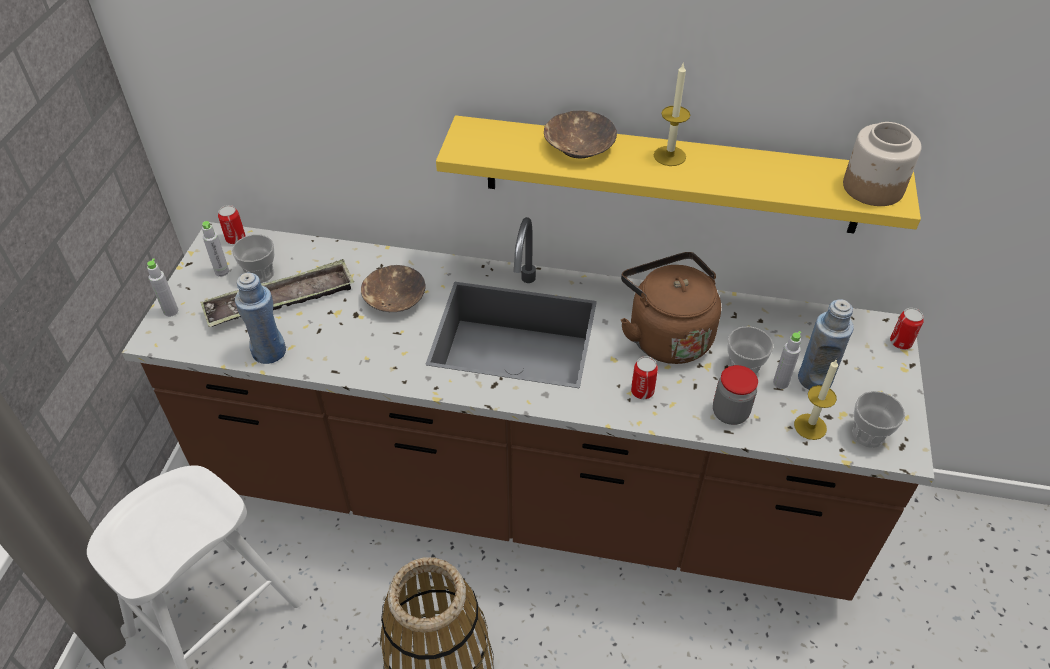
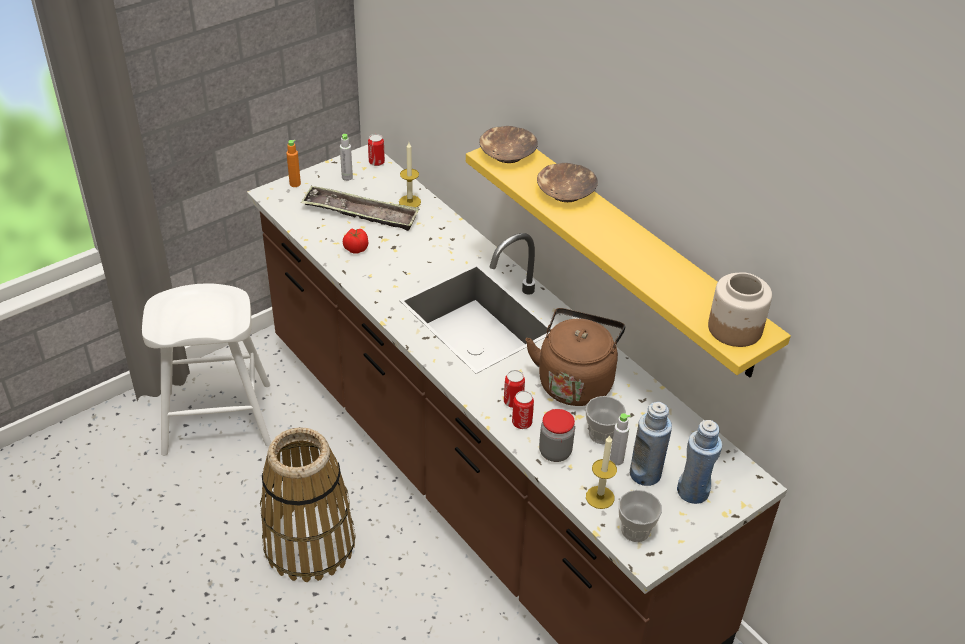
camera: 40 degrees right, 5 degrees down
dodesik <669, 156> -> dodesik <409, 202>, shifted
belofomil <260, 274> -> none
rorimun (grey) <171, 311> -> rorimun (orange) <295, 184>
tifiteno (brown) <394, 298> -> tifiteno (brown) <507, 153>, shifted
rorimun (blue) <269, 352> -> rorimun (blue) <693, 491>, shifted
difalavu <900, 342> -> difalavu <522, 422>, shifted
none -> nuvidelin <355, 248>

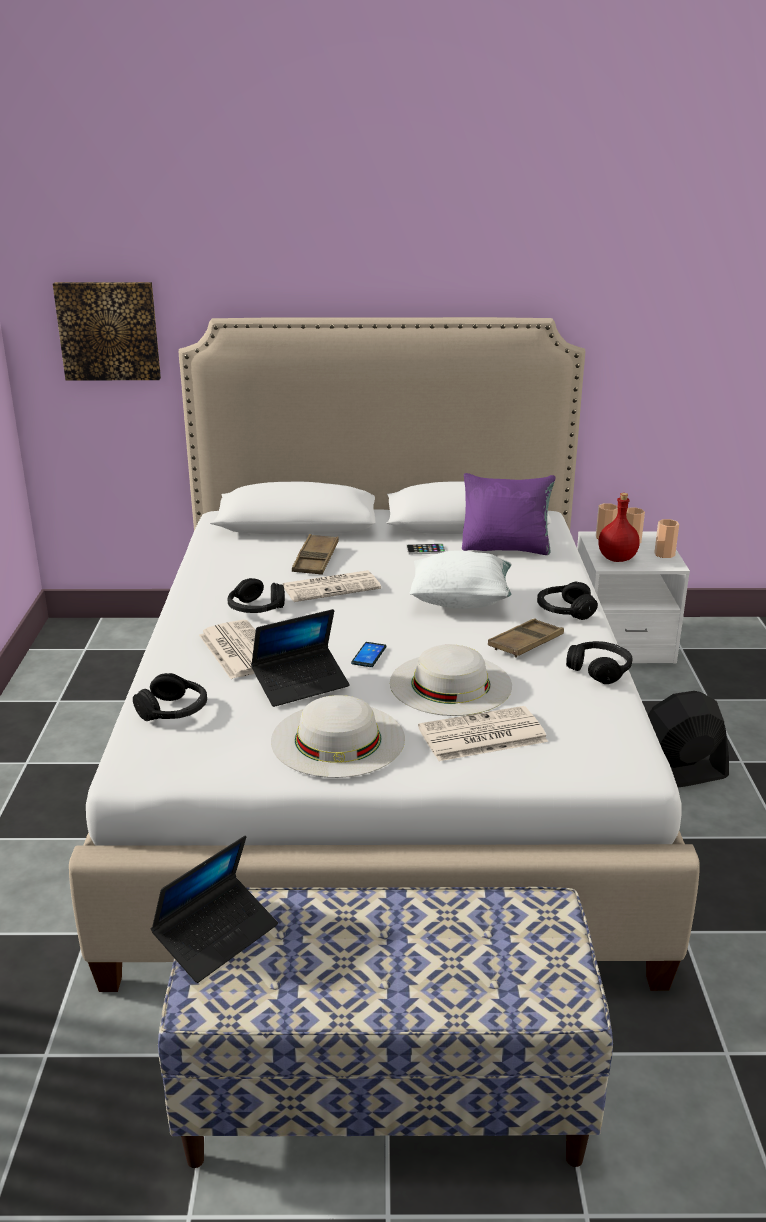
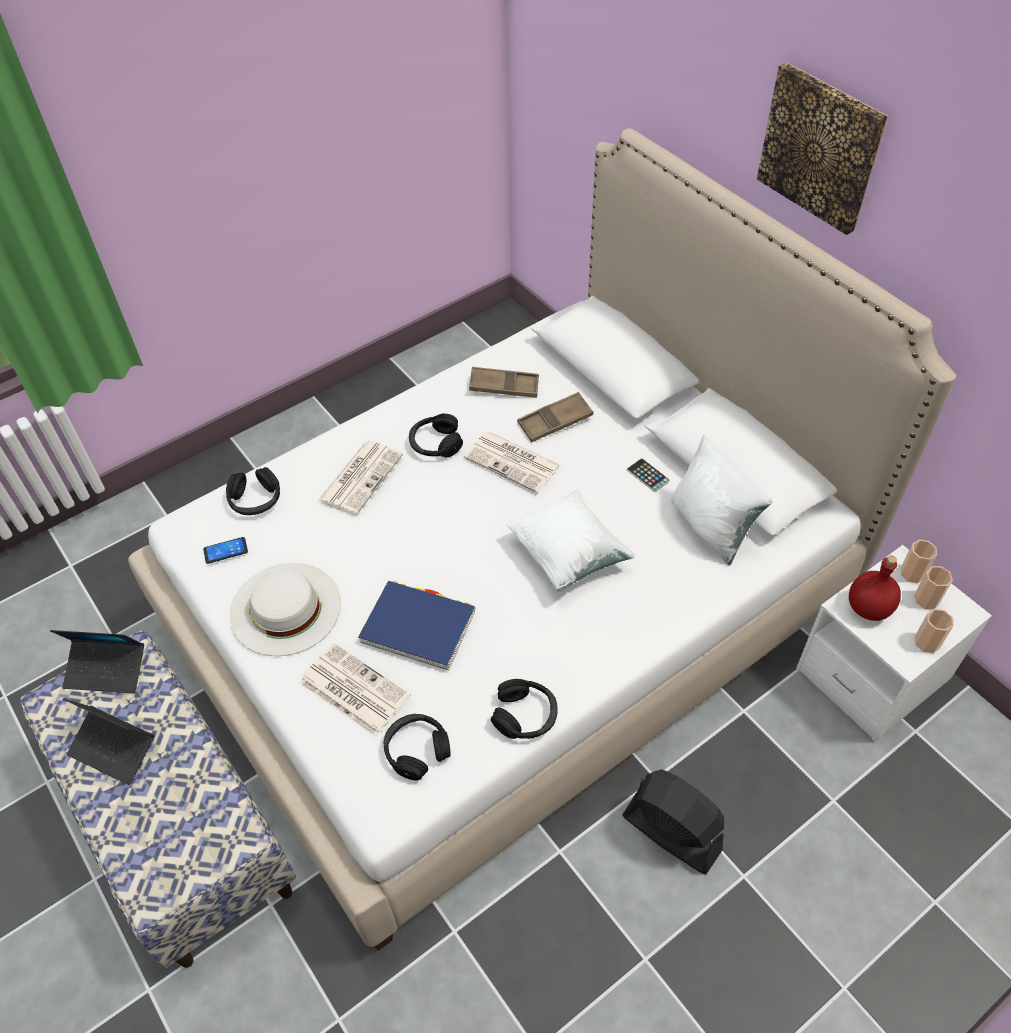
camera: 55 degrees right, 25 degrees up
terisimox <109, 331> -> terisimox <821, 148>, shifted
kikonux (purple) <506, 548> -> kikonux (white) <711, 527>
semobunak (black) <564, 611> -> semobunak (black) <417, 750>, shifted
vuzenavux <301, 684> -> vuzenavux <114, 749>, shifted
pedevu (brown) <525, 643> -> pedevu (brown) <504, 386>, shifted
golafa <368, 655> -> golafa <225, 550>, shifted
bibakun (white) <450, 684> -> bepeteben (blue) <418, 627>

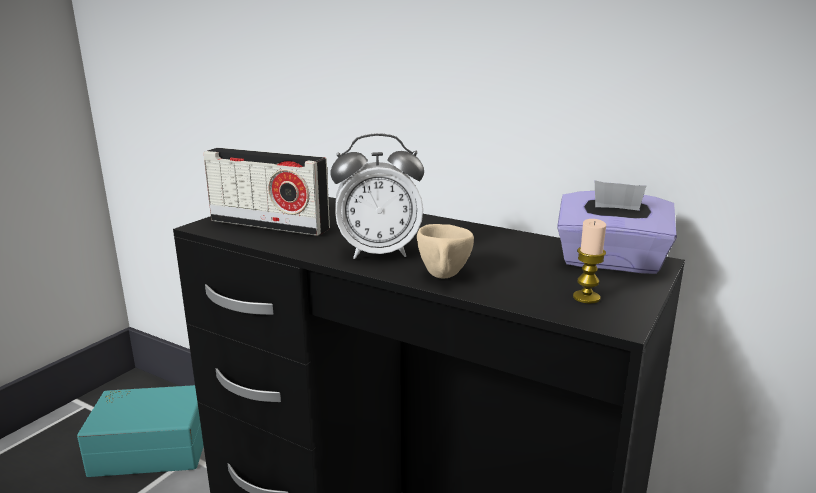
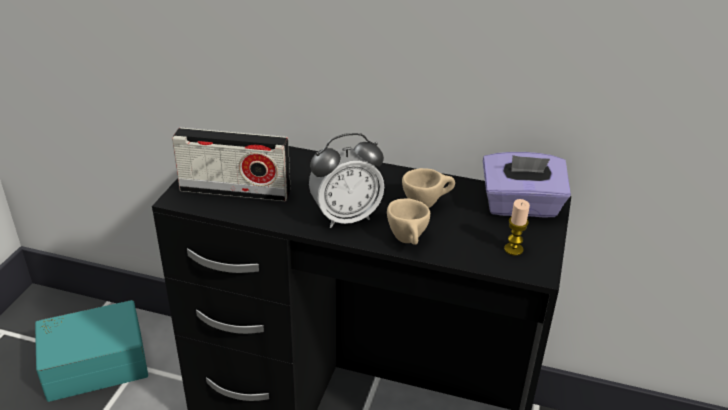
camera: 15 degrees left, 15 degrees up
none -> belofomil (beige) <426, 203>

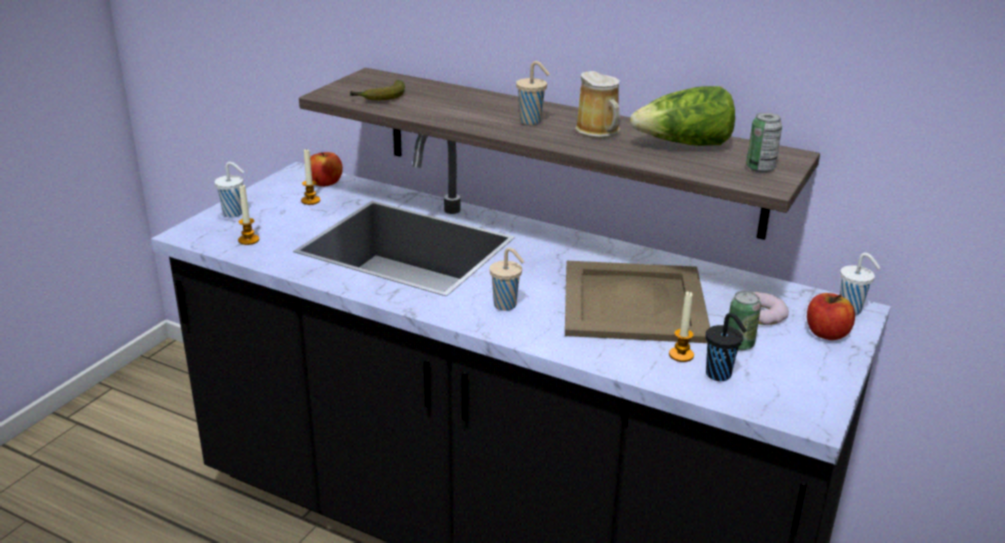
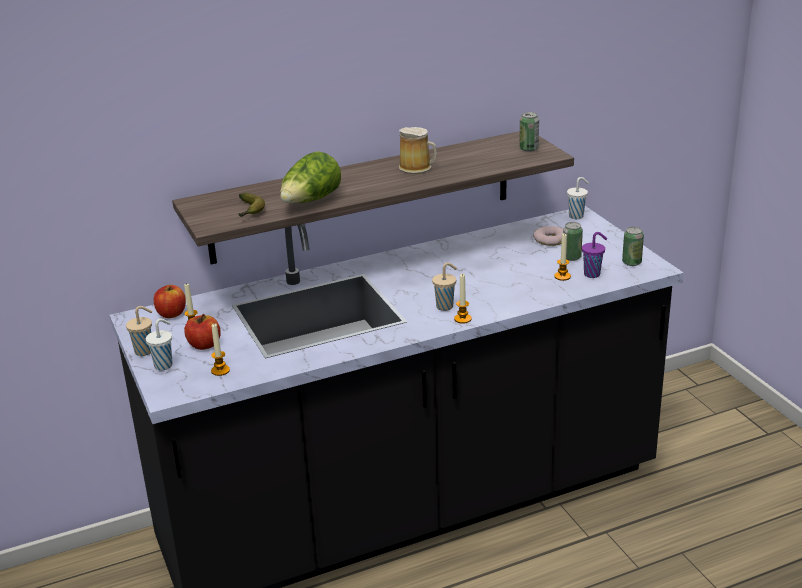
camera: 50 degrees left, 0 degrees up
belofomil (beige) <531, 122> -> belofomil (beige) <145, 351>, shifted
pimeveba <684, 145> -> pimeveba <311, 201>, shifted
pedevu (beige) <635, 301> -> none
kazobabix <826, 333> -> kazobabix <204, 345>, shifted
belofomil (black) <720, 375> -> belofomil (purple) <593, 274>
none -> difalavu <631, 262>
none -> dodesik <462, 319>

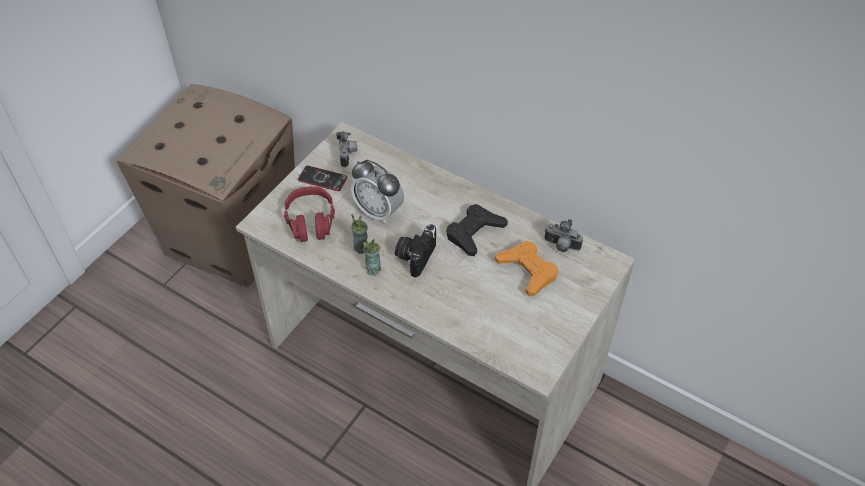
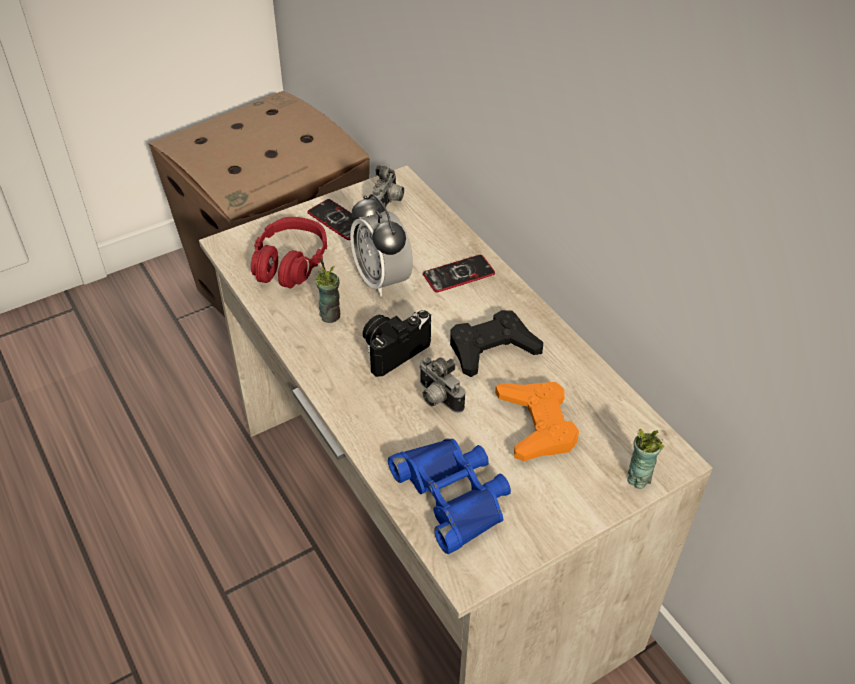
camera: 25 degrees right, 5 degrees down
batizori <561, 246> -> batizori <437, 398>, shifted
belofomil <373, 269> -> belofomil <638, 477>, shifted
none -> golafa <458, 274>
none -> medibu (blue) <453, 495>

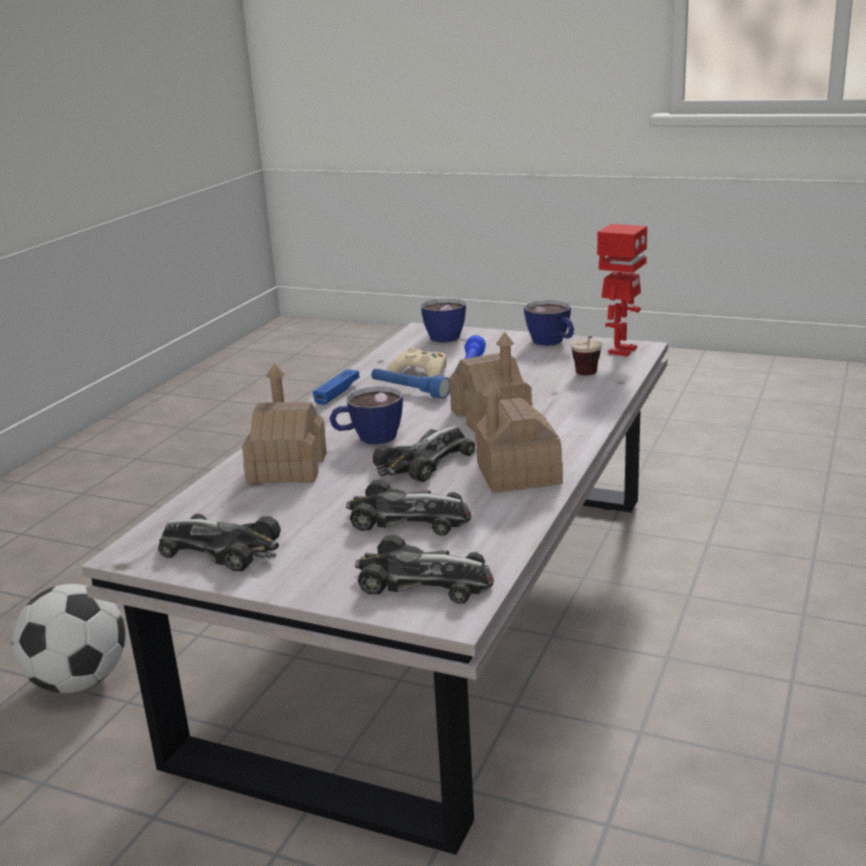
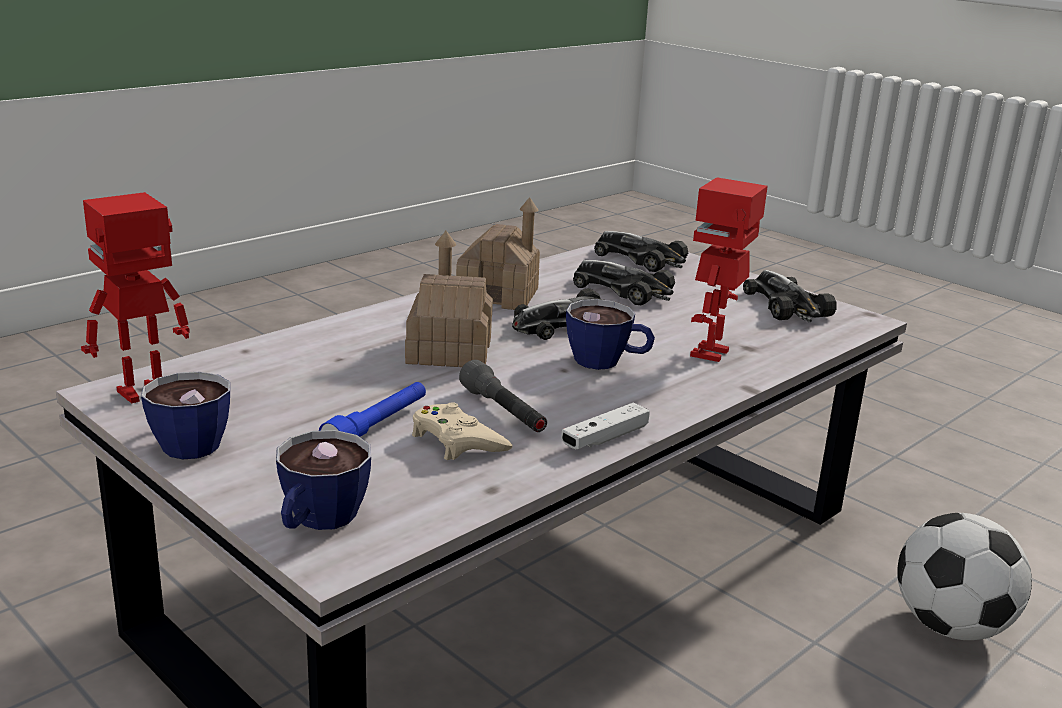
camera: 160 degrees left, 0 degrees up
belofomil <587, 377> -> none
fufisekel <287, 467> -> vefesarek <712, 353>
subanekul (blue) <409, 391> -> subanekul (grey) <504, 412>
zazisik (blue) <337, 393> -> zazisik (white) <605, 438>
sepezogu <221, 549> -> sepezogu <786, 305>, 150 degrees counterclockwise

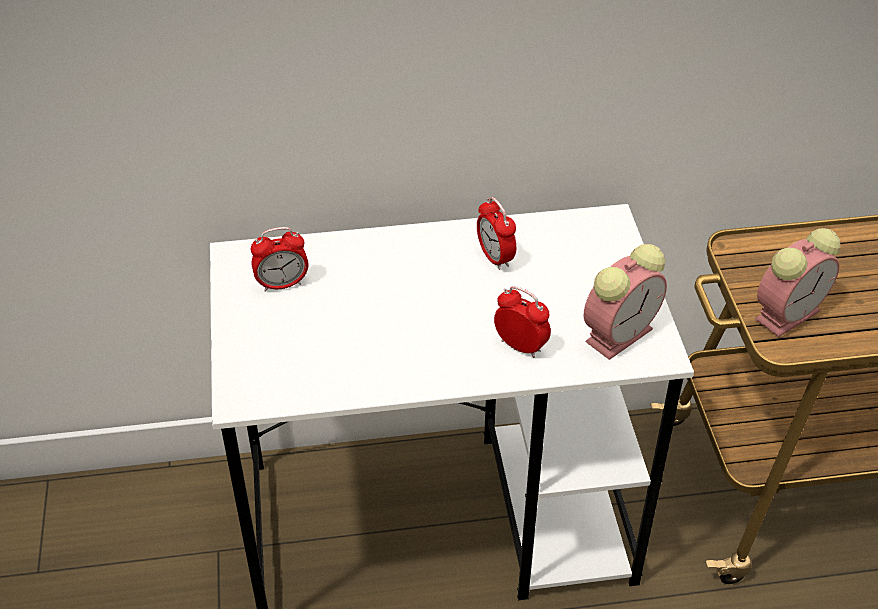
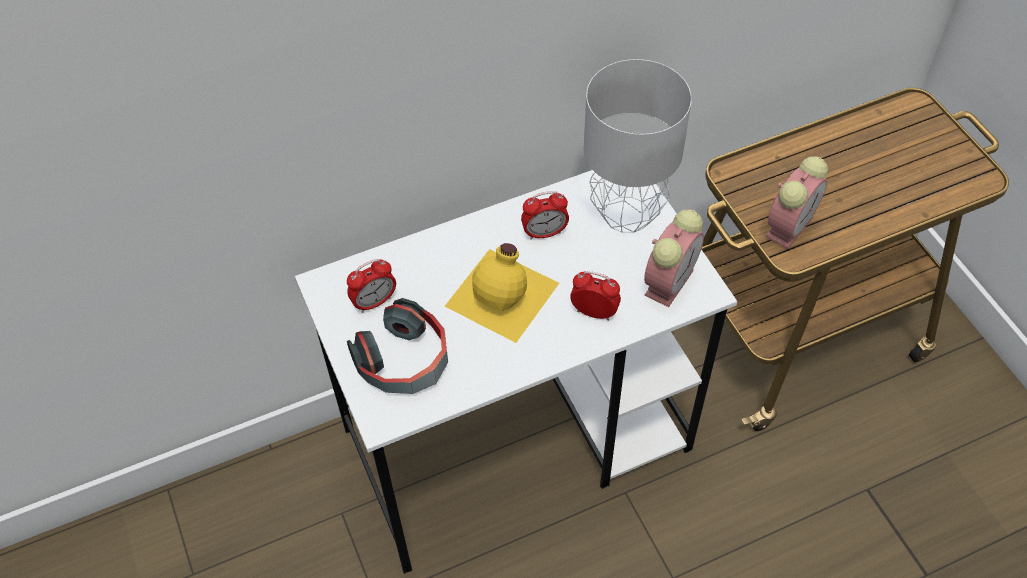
camera: 15 degrees left, 10 degrees up
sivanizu <495, 258> -> sivanizu <544, 233>, 60 degrees counterclockwise
none -> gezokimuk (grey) <628, 214>
none -> rorimun (yellow) <504, 294>
none -> semobunak <404, 361>

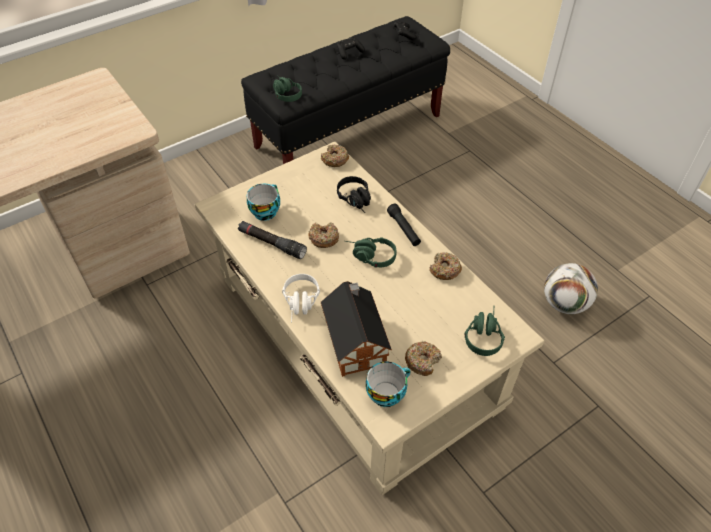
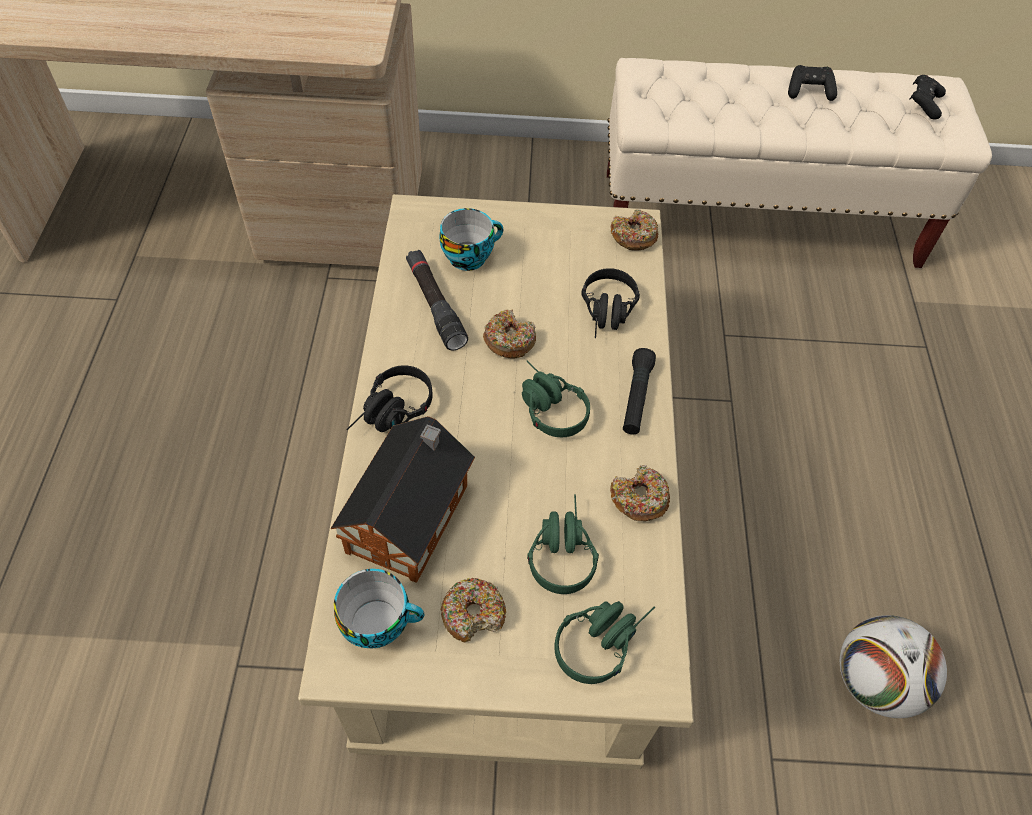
camera: 35 degrees right, 5 degrees up
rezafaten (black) <349, 132> -> rezafaten (beige) <758, 220>
semobunak (green) <284, 93> -> semobunak (green) <560, 549>, shifted
semobunak (white) <301, 304> -> semobunak (black) <391, 414>

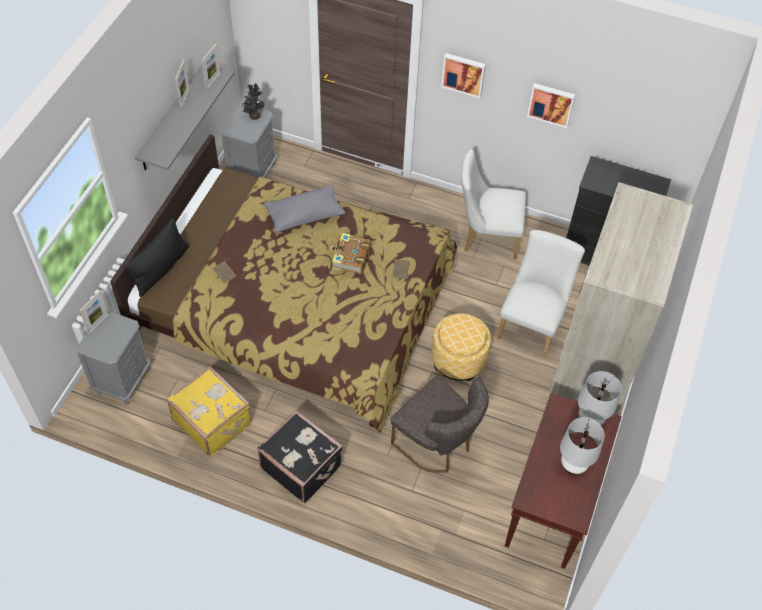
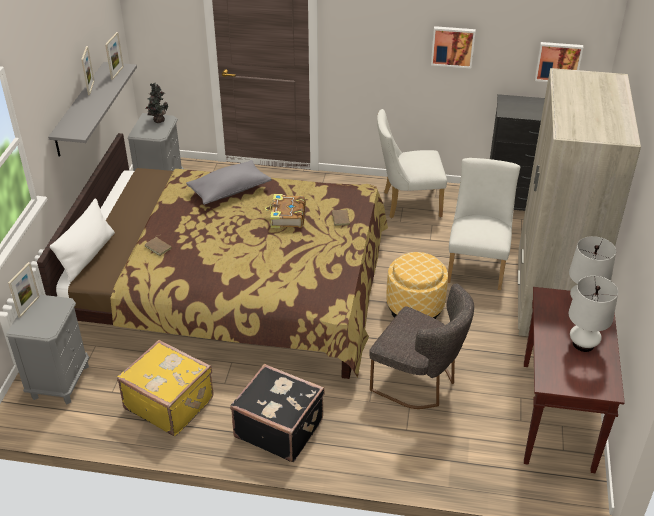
camera: 10 degrees left, 15 degrees down
terisimox <463, 74> -> terisimox <558, 62>, shifted
kikonux (black) <161, 269> -> kikonux (white) <88, 255>

